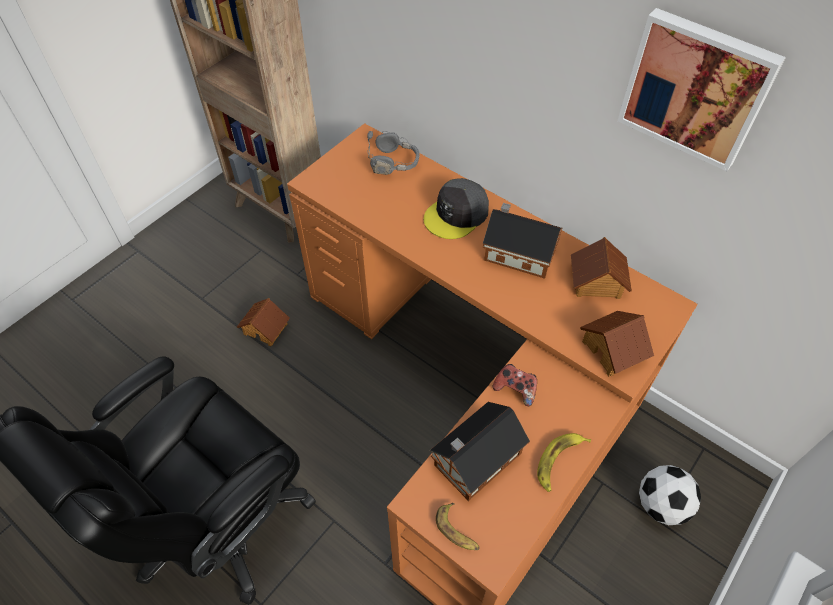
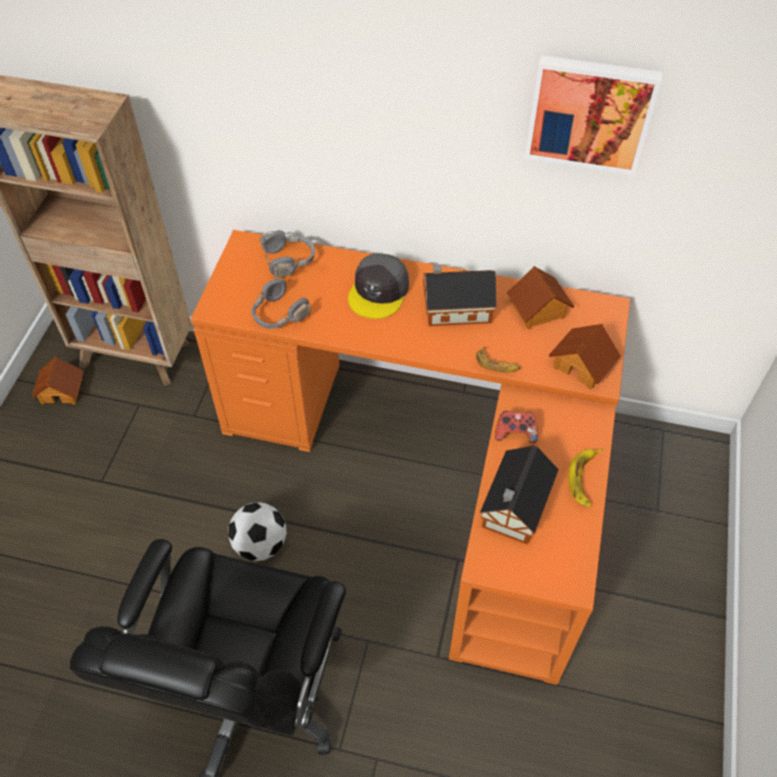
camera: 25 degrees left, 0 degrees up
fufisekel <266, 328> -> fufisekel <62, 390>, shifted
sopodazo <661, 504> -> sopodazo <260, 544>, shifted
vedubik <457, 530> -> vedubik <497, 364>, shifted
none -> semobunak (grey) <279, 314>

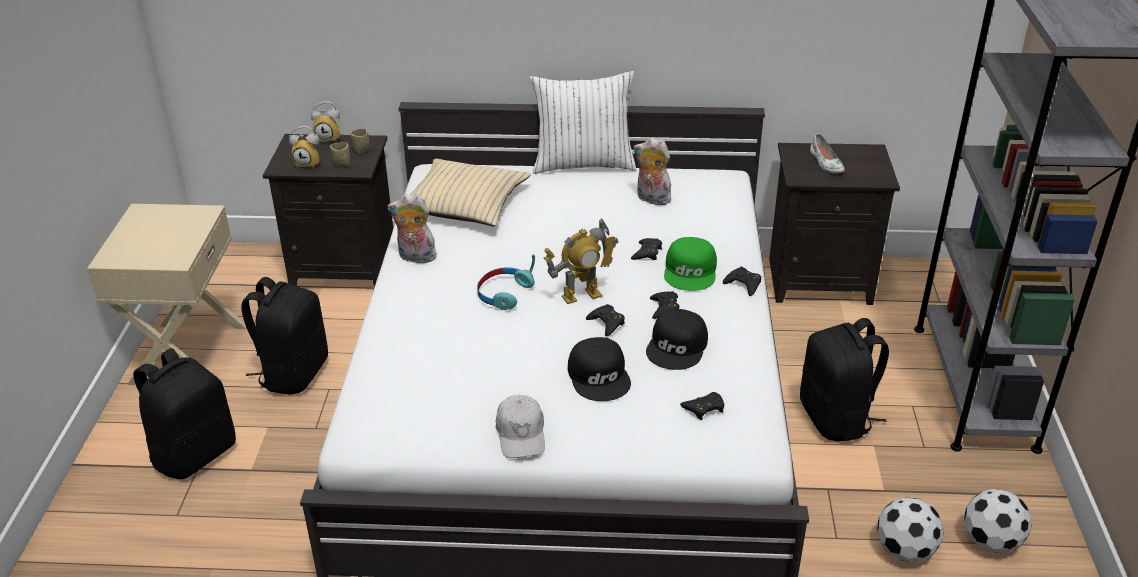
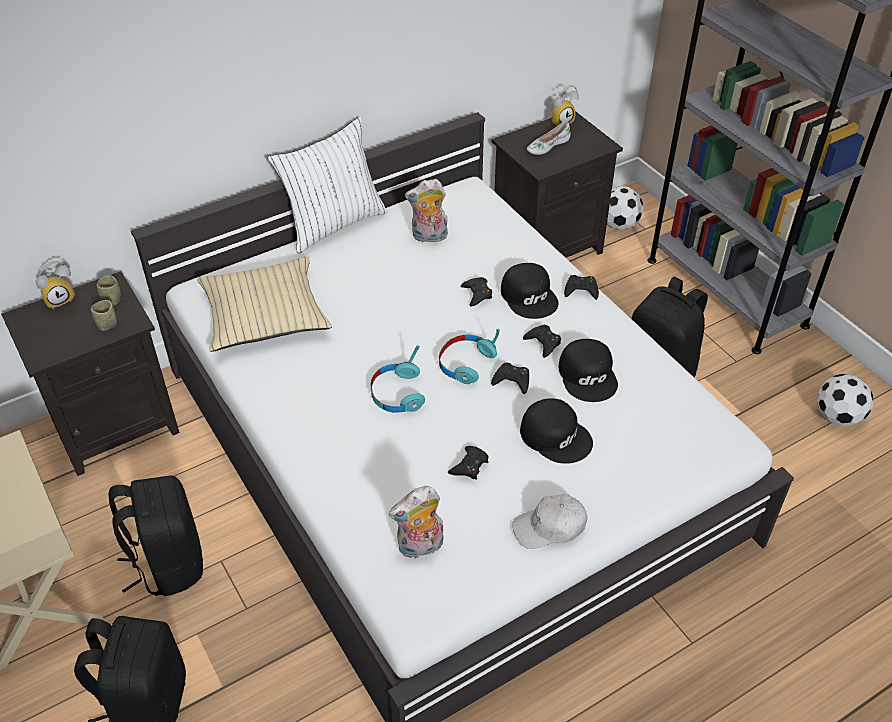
camera: 35 degrees left, 10 degrees up
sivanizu <309, 163> -> sivanizu <561, 121>, shifted
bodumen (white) <825, 163> -> bodumen (white) <547, 145>, 105 degrees clockwise
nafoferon <415, 257> -> nafoferon <420, 547>, shifted
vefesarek <581, 295> -> semobunak (turquoise) <465, 363>
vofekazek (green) <691, 271> -> vofekazek (black) <530, 296>
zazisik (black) <704, 408> -> zazisik (black) <469, 466>, shifted
vofekazek (white) <521, 434> -> vofekazek (white) <549, 527>, 120 degrees clockwise
sopodazo <904, 550> -> sopodazo <618, 224>, shifted

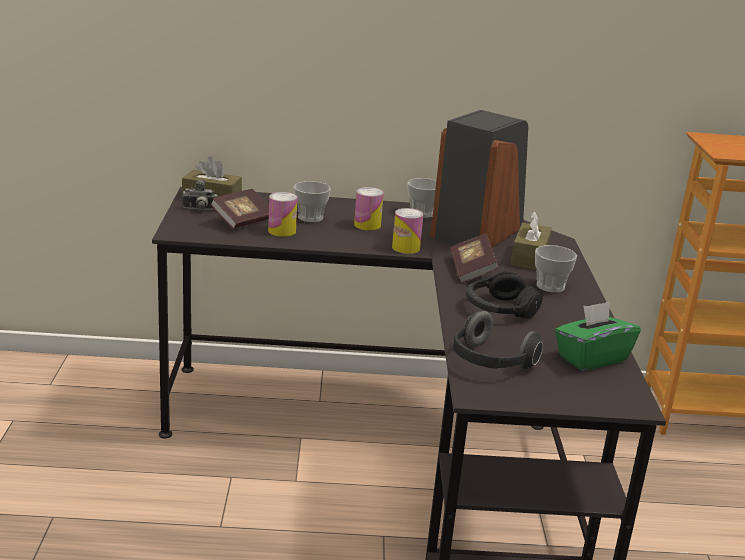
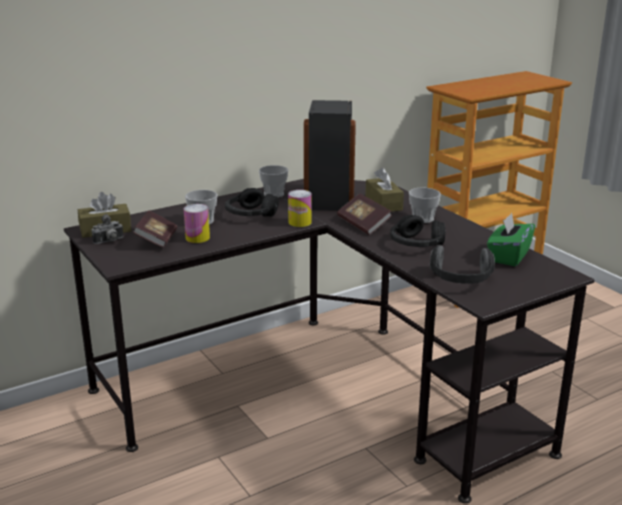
camera: 30 degrees left, 0 degrees up
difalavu <367, 225> -> semobunak (black) <250, 214>

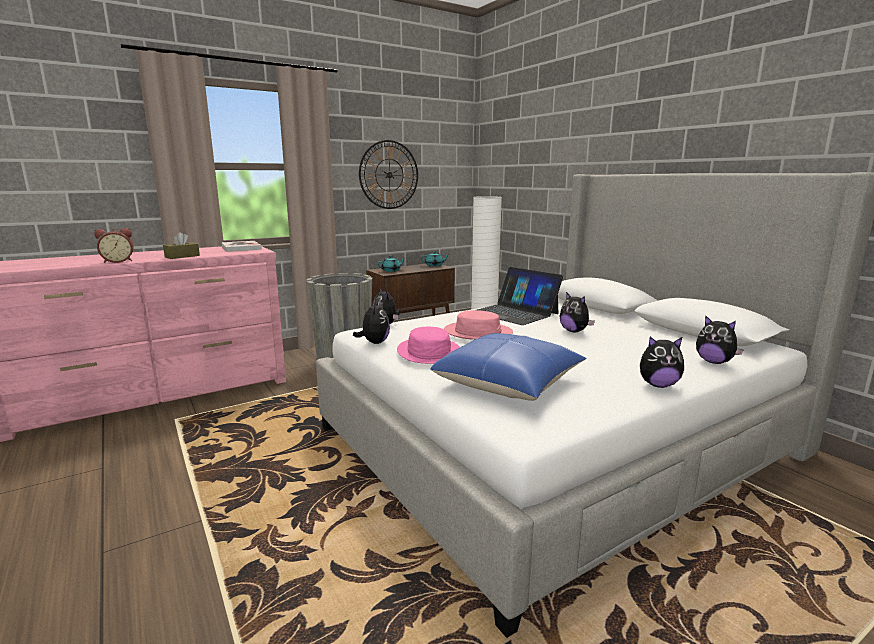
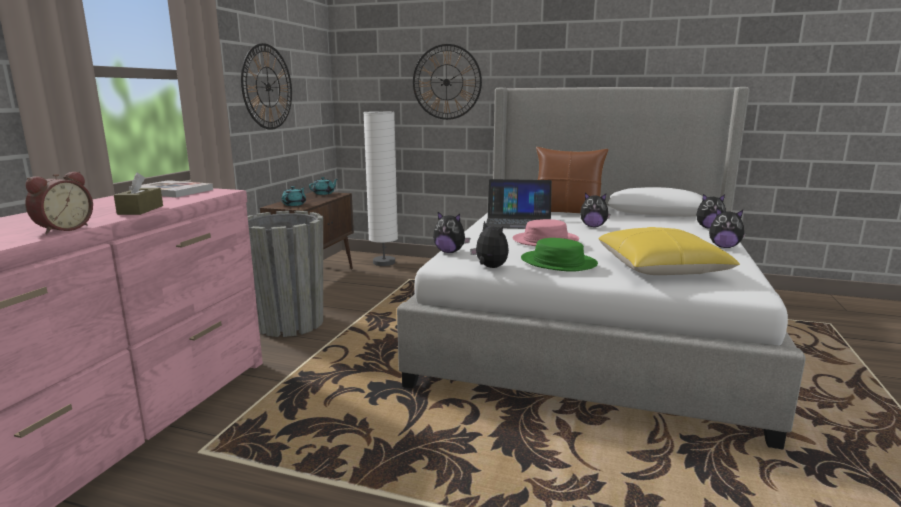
camera: 40 degrees left, 0 degrees up
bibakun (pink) <429, 352> -> bibakun (green) <558, 262>
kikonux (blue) <509, 383> -> kikonux (yellow) <661, 267>
nafoferon <658, 385> -> nafoferon <724, 247>, 60 degrees clockwise
none -> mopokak <446, 82>
none -> kikonux (brown) <566, 212>

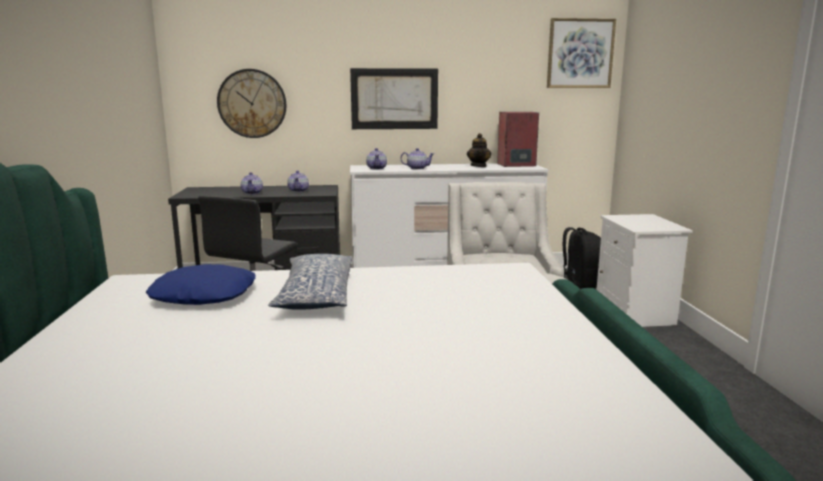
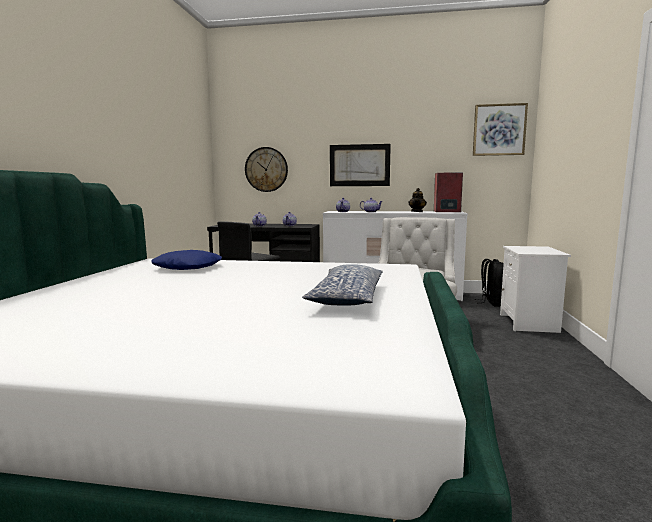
camera: 15 degrees right, 5 degrees down
kikonux <315, 295> -> kikonux <347, 298>, shifted

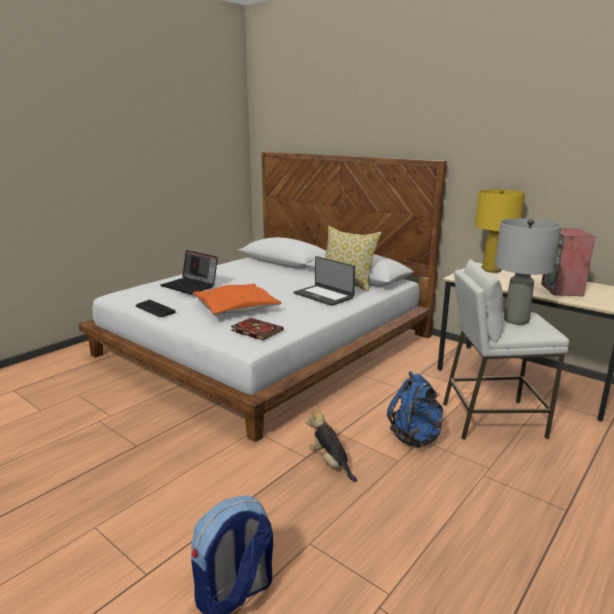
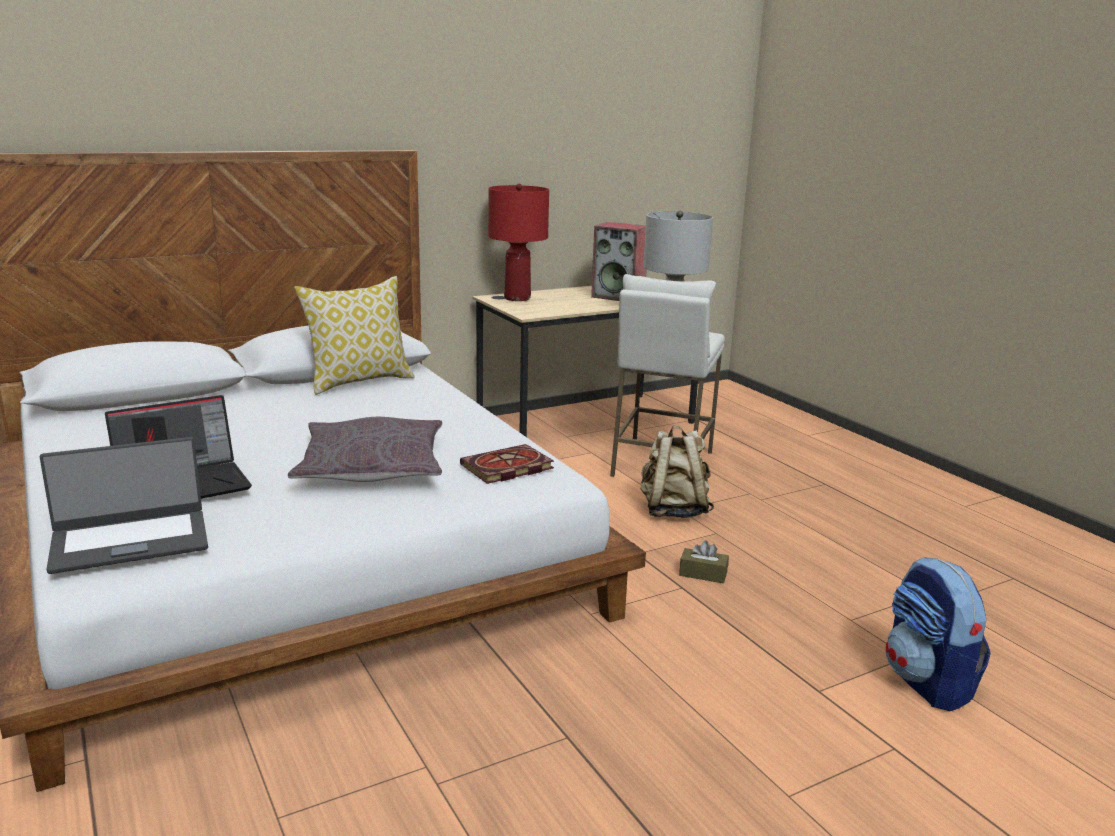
camera: 70 degrees left, 0 degrees up
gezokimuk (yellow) <491, 270> -> gezokimuk (red) <517, 298>
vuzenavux <324, 295> -> vuzenavux <130, 541>, shifted
kikonux (orange) <236, 308> -> kikonux (grey) <371, 467>
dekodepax <155, 309> -> none
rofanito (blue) <415, 437> -> rofanito (beige) <673, 511>
nafoferon <330, 463> -> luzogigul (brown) <703, 574>

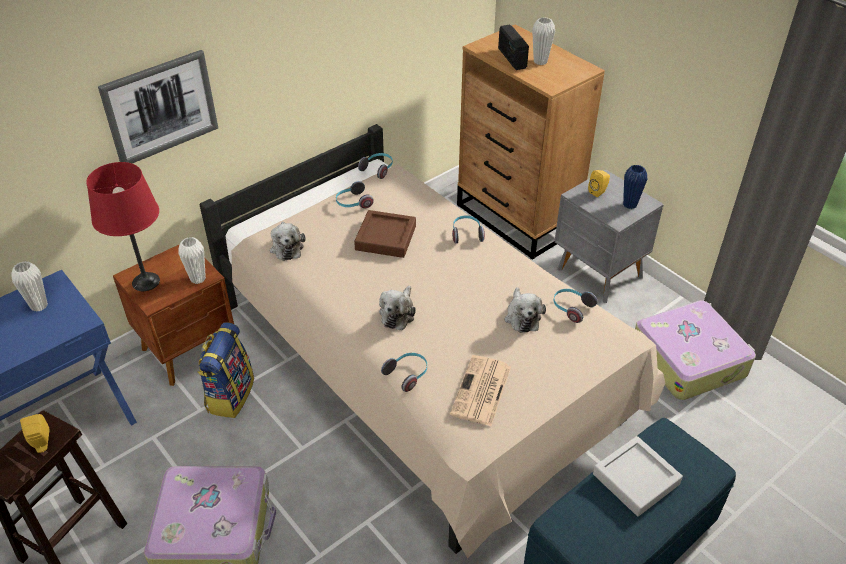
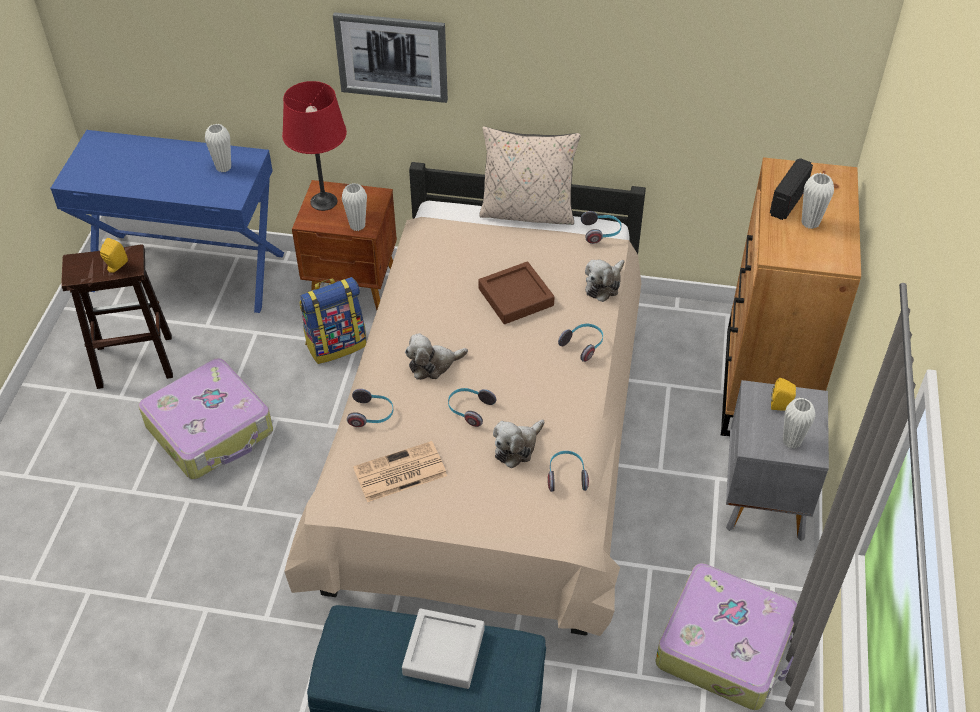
camera: 50 degrees right, 5 degrees up
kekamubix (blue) <630, 205> -> kekamubix (white) <791, 441>
semobunak <353, 203> -> semobunak <469, 410>, shifted
nafoferon <287, 247> -> nafoferon <604, 285>, shifted
none -> kikonux (beige) <527, 212>

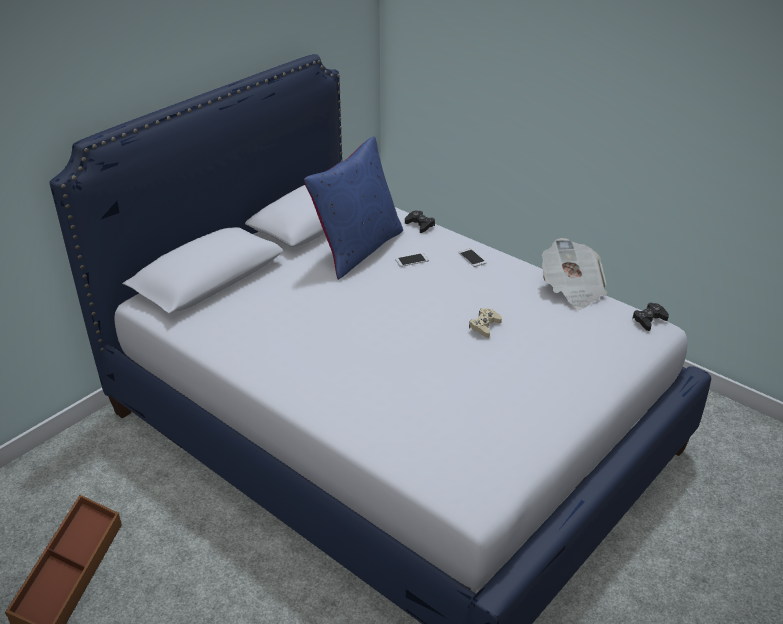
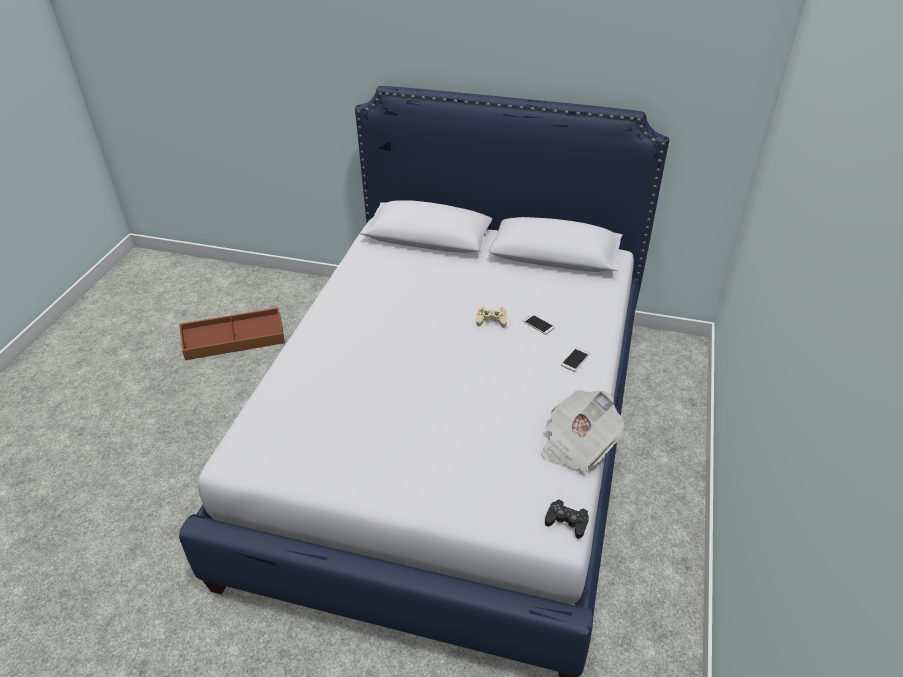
camera: 65 degrees right, 5 degrees up
kikonux (blue) <357, 249> -> none
zazisik (black) <420, 225> -> none
zazisik (beige) <484, 326> -> zazisik (beige) <491, 320>, shifted

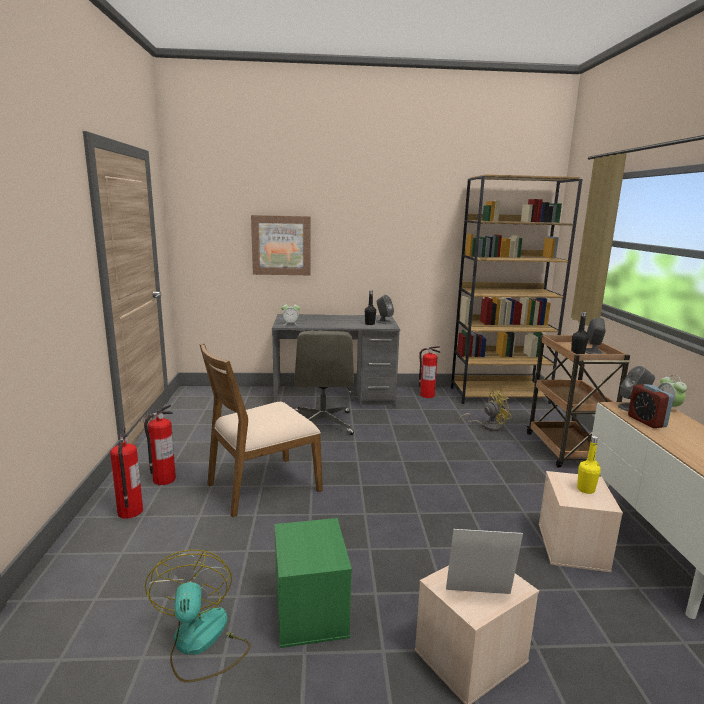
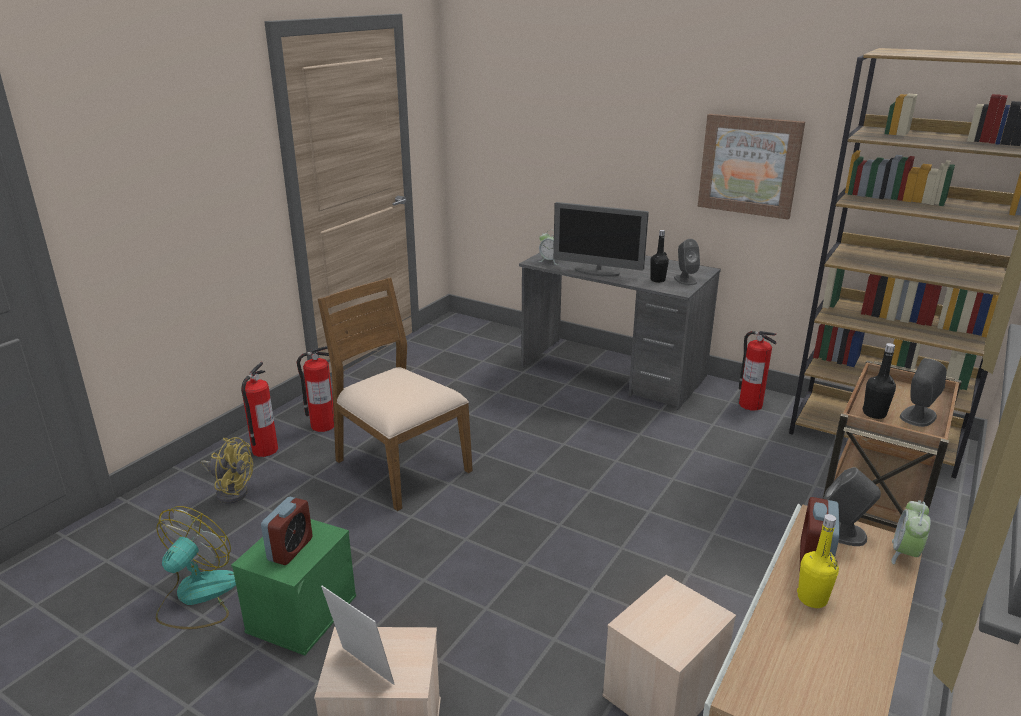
camera: 35 degrees right, 10 degrees up
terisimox <281, 245> -> terisimox <749, 165>, shifted
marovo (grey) <323, 424> -> none
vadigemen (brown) <262, 486> -> vadigemen (brown) <400, 466>, 45 degrees clockwise
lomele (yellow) <487, 426> -> lomele (yellow) <231, 491>, shifted
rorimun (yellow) <585, 489> -> rorimun (yellow) <812, 598>, shifted
none -> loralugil <597, 272>
none -> sivanizu <290, 549>

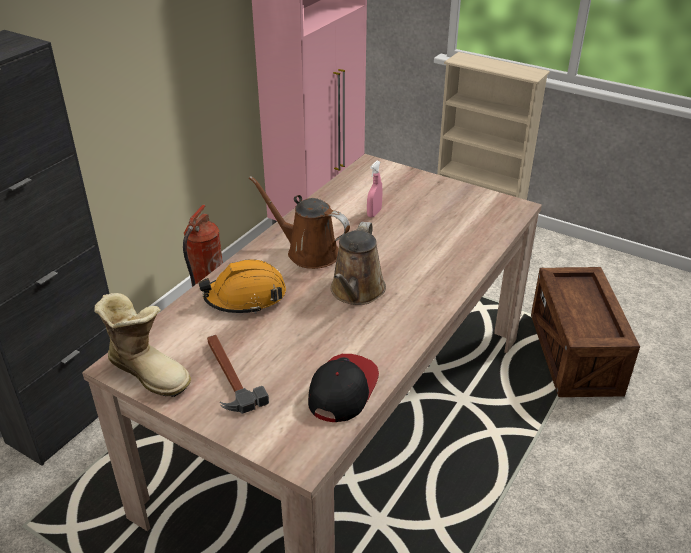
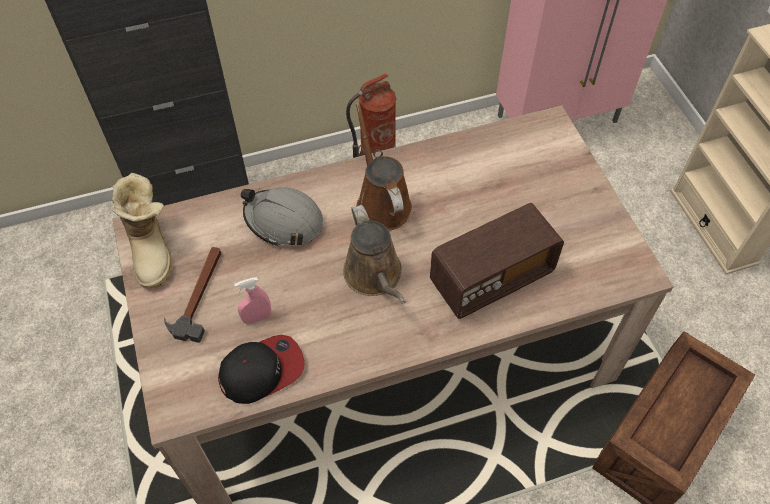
camera: 40 degrees right, 20 degrees up
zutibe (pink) <374, 213> -> zutibe (pink) <257, 318>, shifted
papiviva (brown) <356, 292> -> papiviva (brown) <375, 276>, 75 degrees counterclockwise
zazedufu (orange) <245, 297> -> zazedufu (grey) <284, 221>
none -> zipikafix <491, 278>

